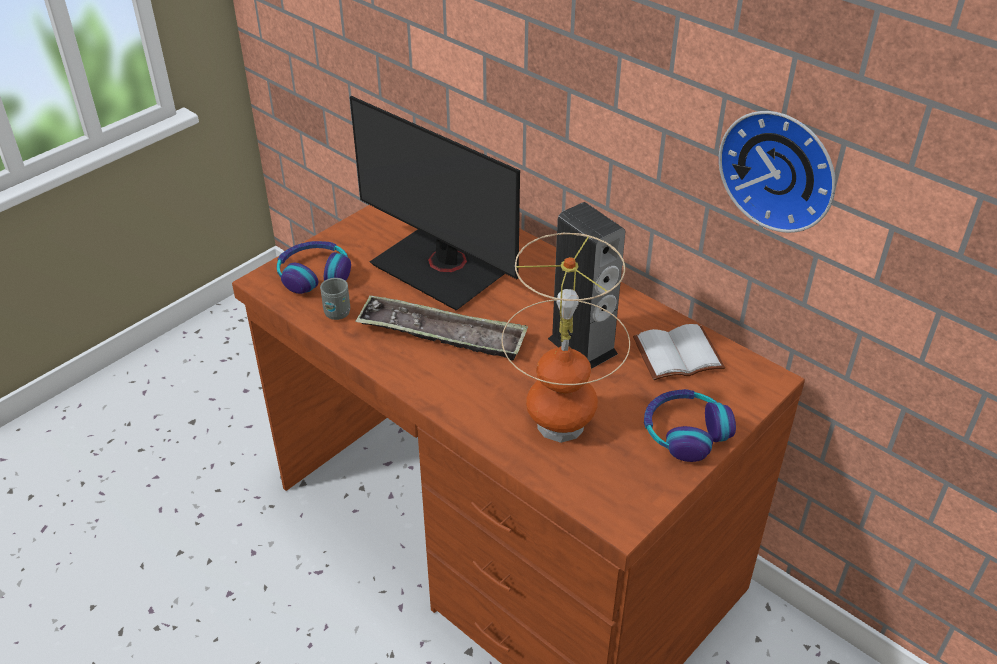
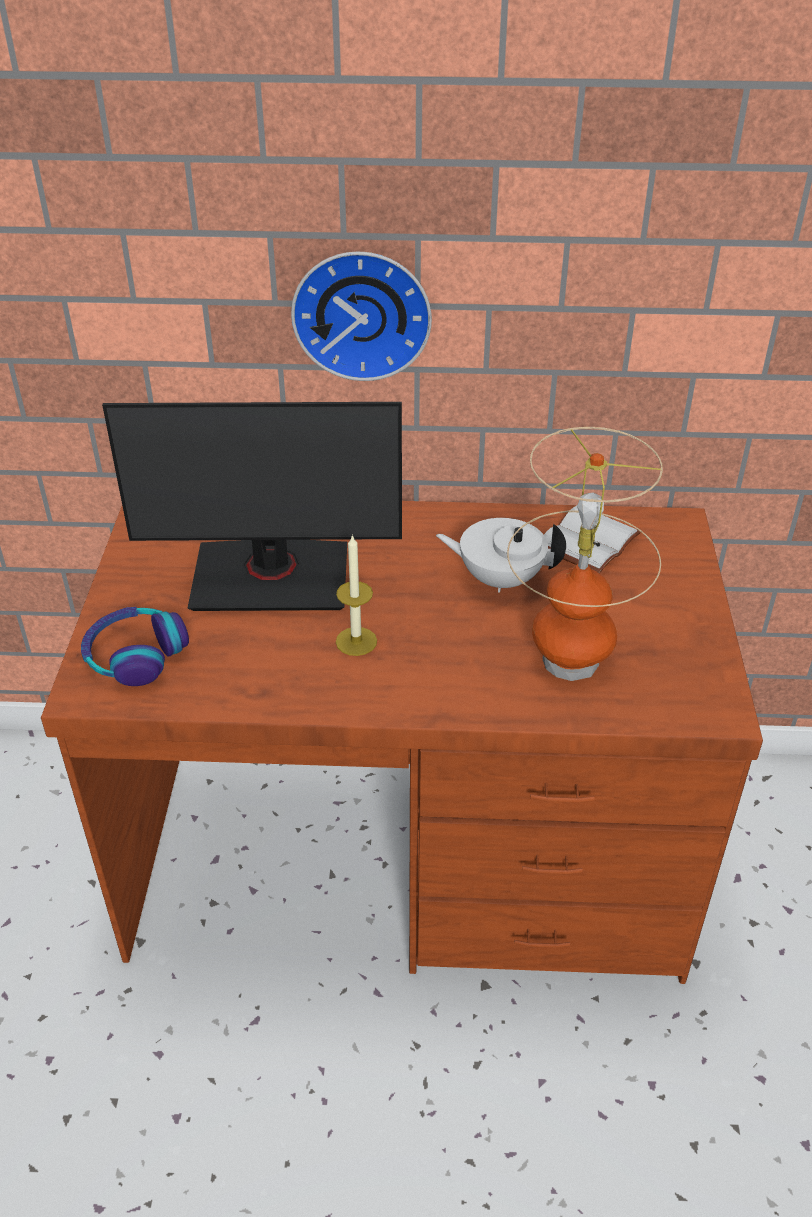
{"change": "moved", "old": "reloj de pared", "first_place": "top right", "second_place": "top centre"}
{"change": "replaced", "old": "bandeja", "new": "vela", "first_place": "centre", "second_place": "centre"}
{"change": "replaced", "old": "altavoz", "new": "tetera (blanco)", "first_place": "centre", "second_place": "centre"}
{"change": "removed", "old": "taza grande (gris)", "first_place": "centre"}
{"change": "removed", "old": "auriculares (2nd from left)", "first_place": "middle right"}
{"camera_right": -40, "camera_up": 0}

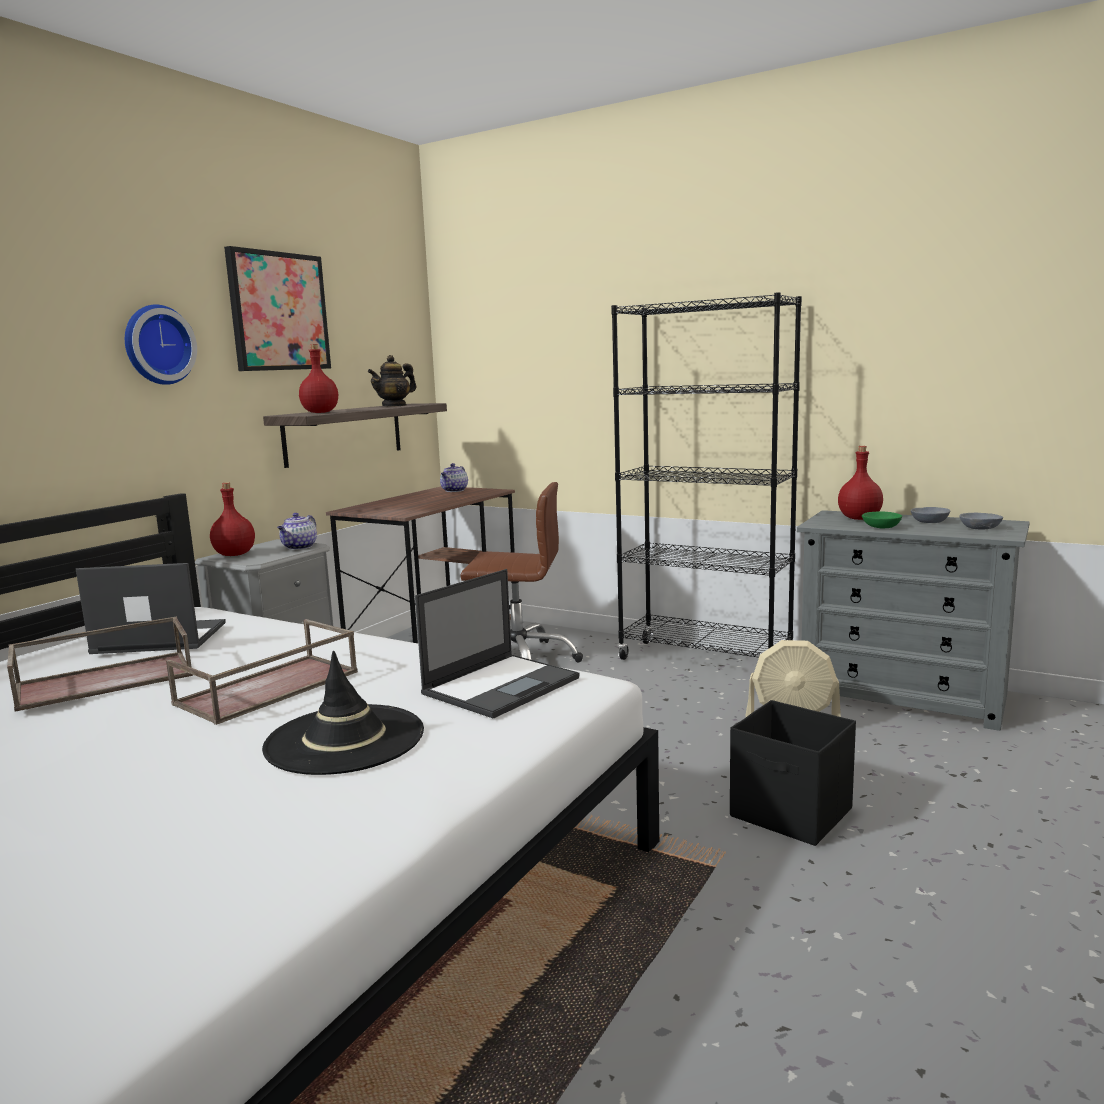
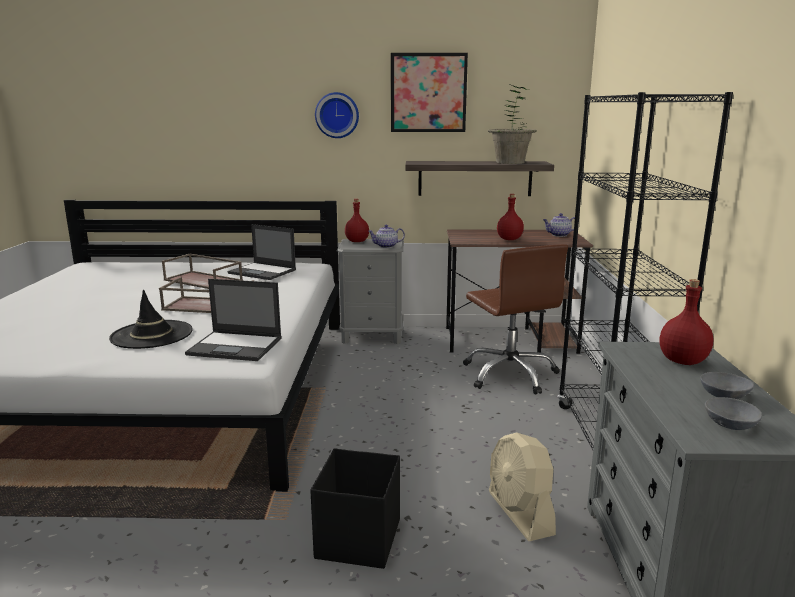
{"change": "turned", "old": "portátil (1st from left in the first image)", "first_place": "middle left", "second_place": "middle left", "degrees": 150}
{"change": "replaced", "old": "tetera (2nd from left)", "new": "planta en maceta", "first_place": "centre", "second_place": "top centre"}
{"change": "moved", "old": "botella (rojo) (2nd from left)", "first_place": "middle left", "second_place": "centre"}
{"change": "removed", "old": "cuenco (verde)", "first_place": "middle right"}
{"camera_right": 60, "camera_up": 5}

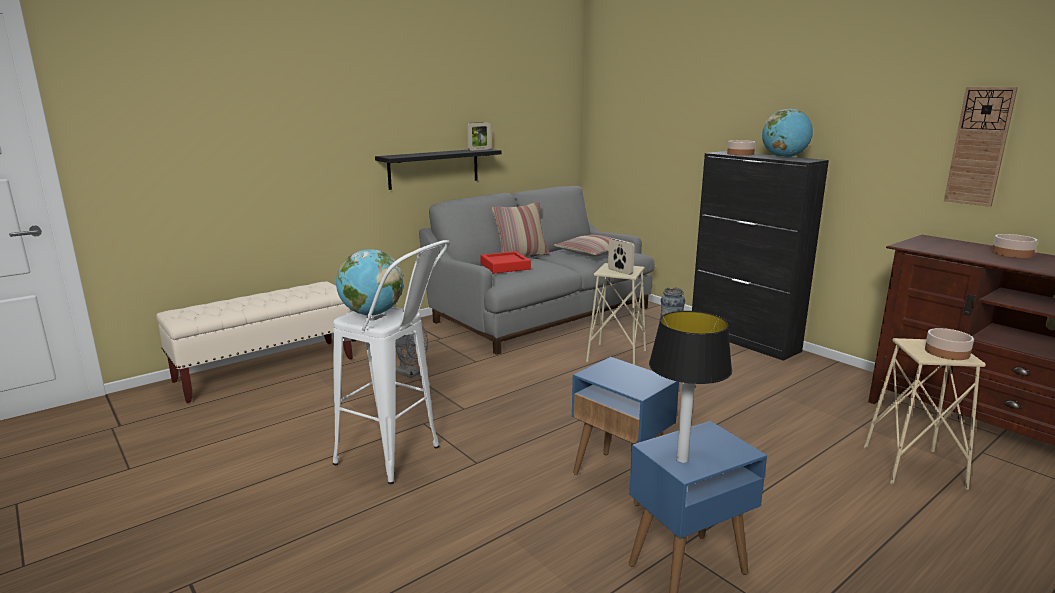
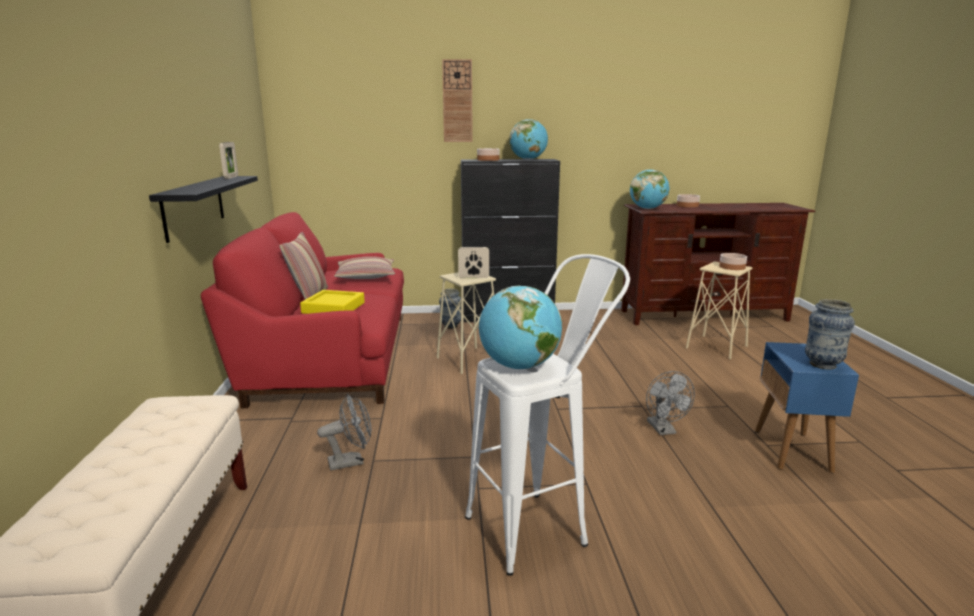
{"change": "recoloured", "old": "sofá (gris)", "new": "sofá (rojo)", "first_place": "centre", "second_place": "middle left"}
{"change": "recoloured", "old": "bandeja (rojo)", "new": "bandeja (amarillo)", "first_place": "centre", "second_place": "centre"}
{"change": "moved", "old": "reloj de pared", "first_place": "top right", "second_place": "top centre"}
{"change": "added", "new": "globo terráqueo (3rd from left)", "second_place": "top centre"}
{"change": "replaced", "old": "mesa auxiliar (azul) (1st from left)", "new": "ventilador (gris) (2nd from left)", "first_place": "bottom centre", "second_place": "middle right"}
{"change": "replaced", "old": "lámpara de mesa", "new": "florero (2nd from left)", "first_place": "centre", "second_place": "middle right"}
{"camera_right": -55, "camera_up": 0}

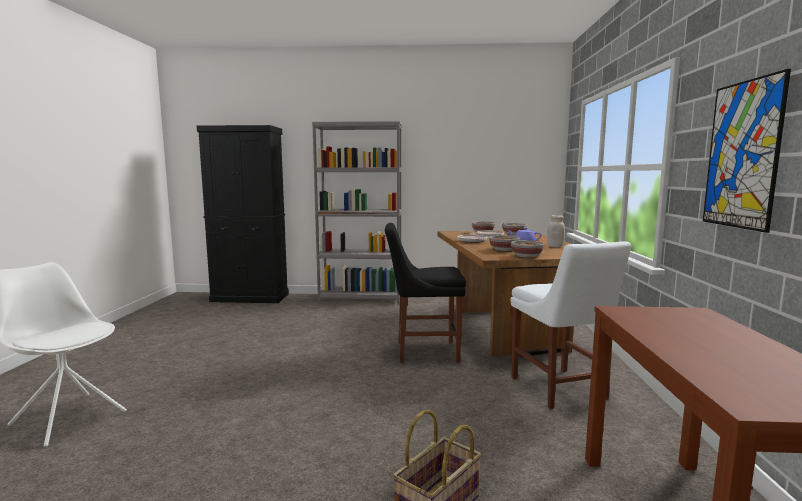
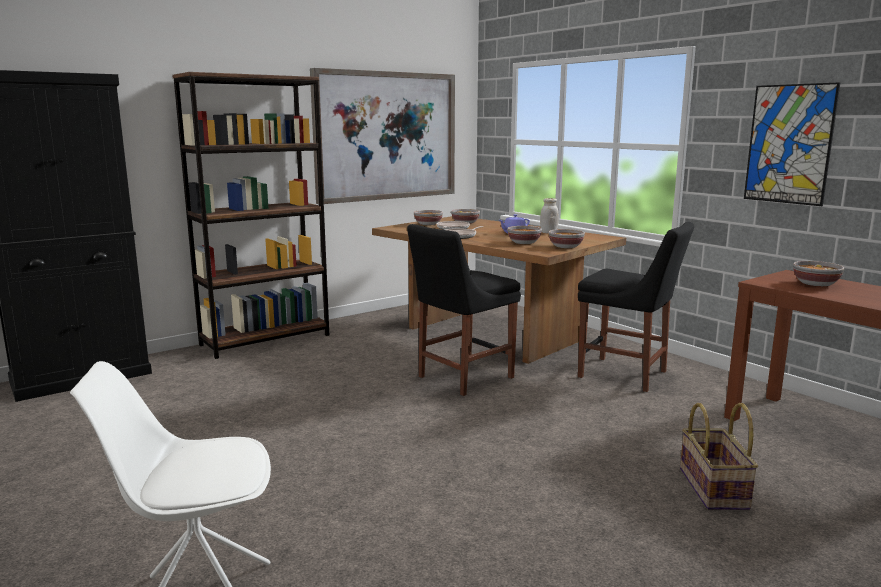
{"change": "recoloured", "old": "estantería (gris)", "new": "estantería (marrón)", "first_place": "centre", "second_place": "middle left"}
{"change": "added", "new": "cuadro (1st from left)", "second_place": "top centre"}
{"change": "recoloured", "old": "silla (blanco) (2nd from left)", "new": "silla (negro) (2nd from left)", "first_place": "middle right", "second_place": "middle right"}
{"change": "added", "new": "cuenco (5th from left)", "second_place": "middle right"}
{"camera_right": -40, "camera_up": 5}

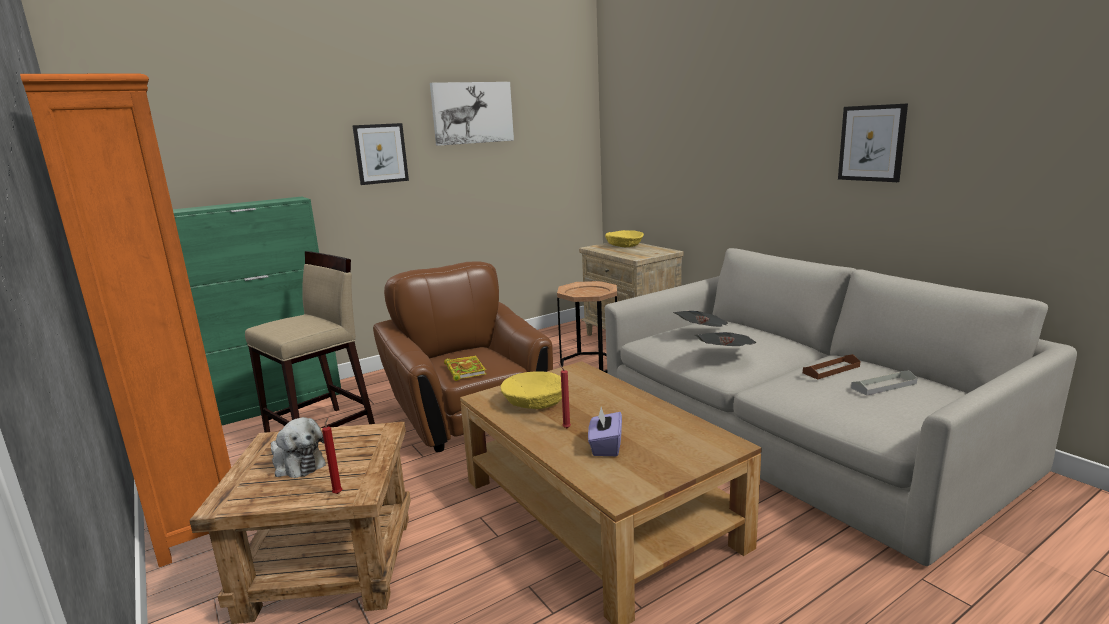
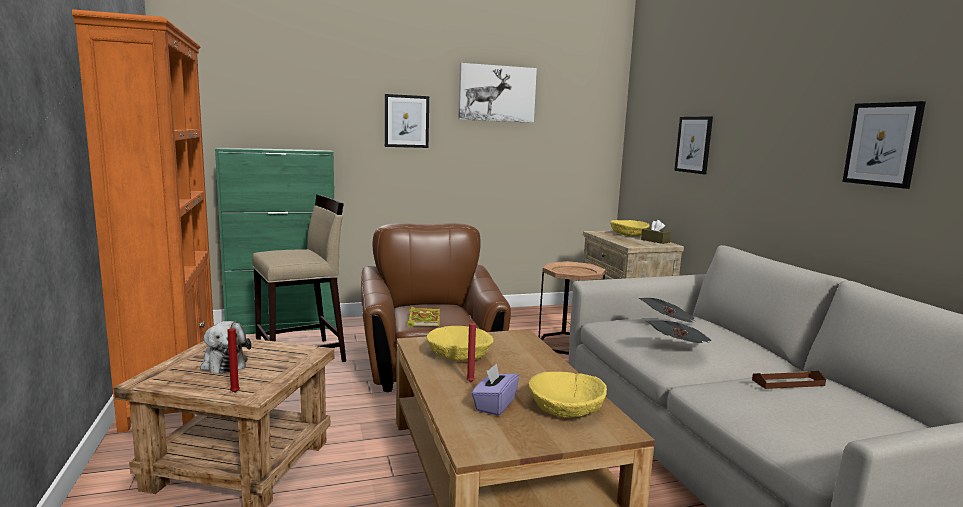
{"change": "added", "new": "cuenco (amarillo) (2nd from left)", "second_place": "bottom centre"}
{"change": "added", "new": "caja de pañuelos (marrón)", "second_place": "middle right"}
{"change": "added", "new": "cuadro (3rd from left)", "second_place": "top right"}
{"change": "removed", "old": "bandeja (gris)", "first_place": "middle right"}
{"camera_right": 15, "camera_up": -5}

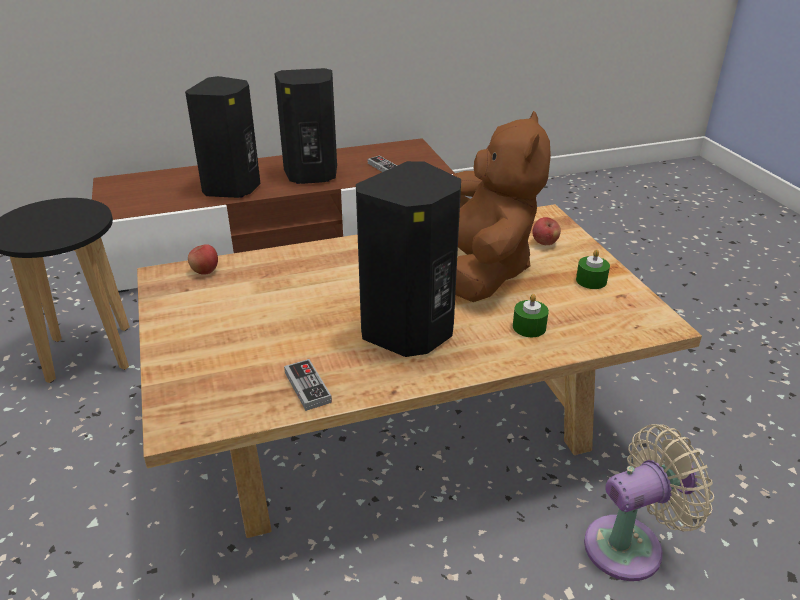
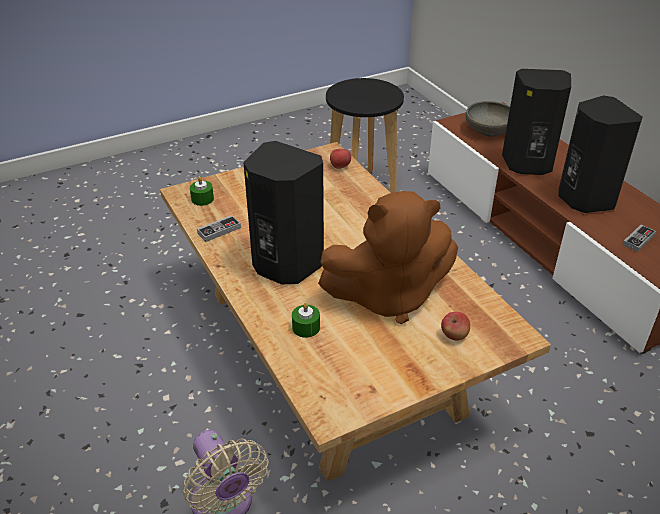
{"change": "moved", "old": "vela (verde) (2nd from left in the first image)", "new": "vela (verde) (1st from left)", "first_place": "middle right", "second_place": "middle left"}
{"change": "added", "new": "cuenco (gris)", "second_place": "top right"}
{"camera_right": 80, "camera_up": 5}

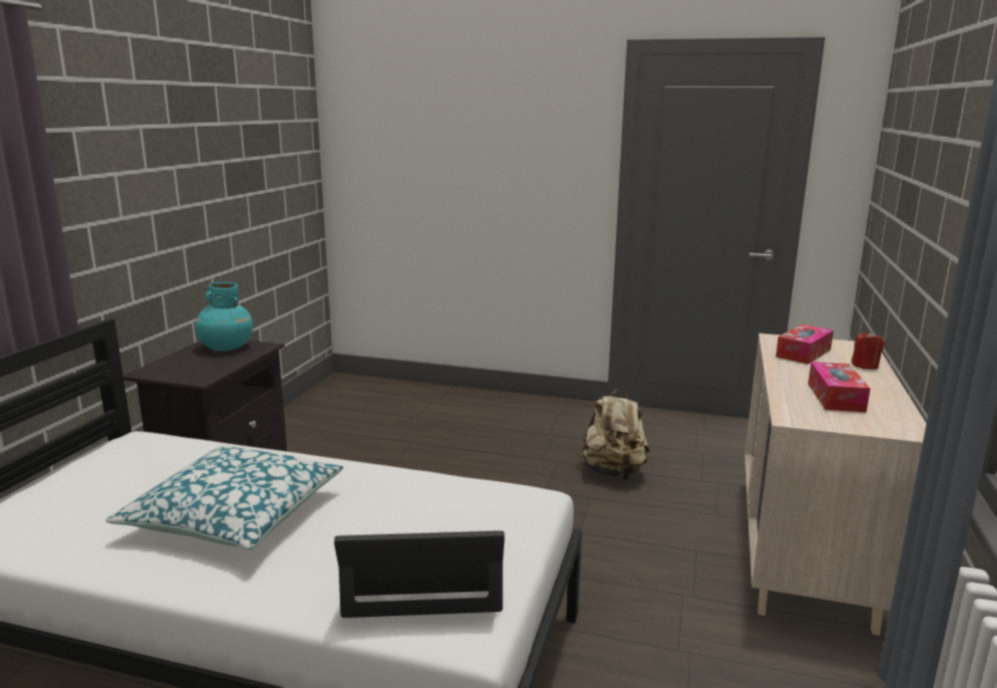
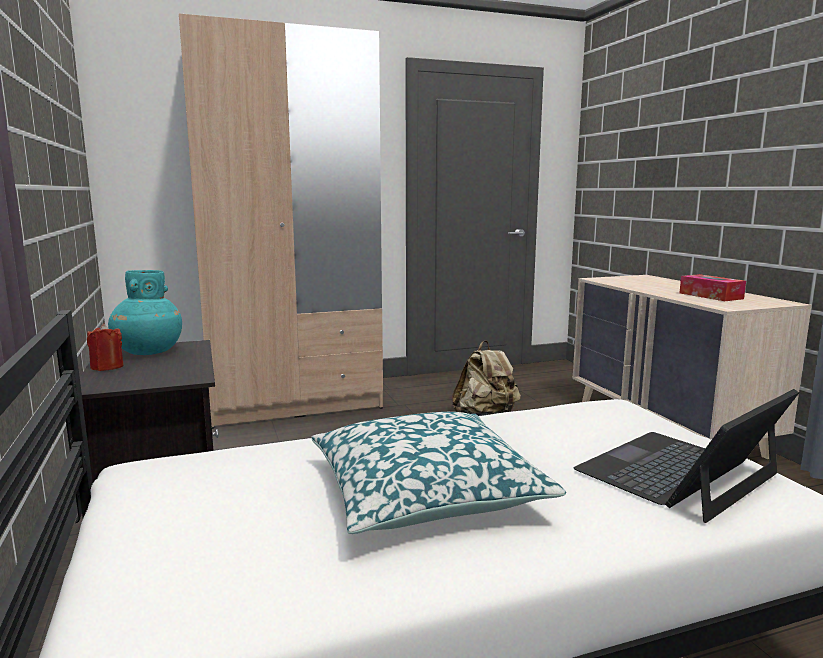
{"change": "moved", "old": "vela (rojo)", "first_place": "middle right", "second_place": "middle left"}
{"change": "added", "new": "armario ropero (beis)", "second_place": "centre"}
{"change": "removed", "old": "caja de pañuelos (1st from left)", "first_place": "middle right"}
{"camera_right": -35, "camera_up": -5}

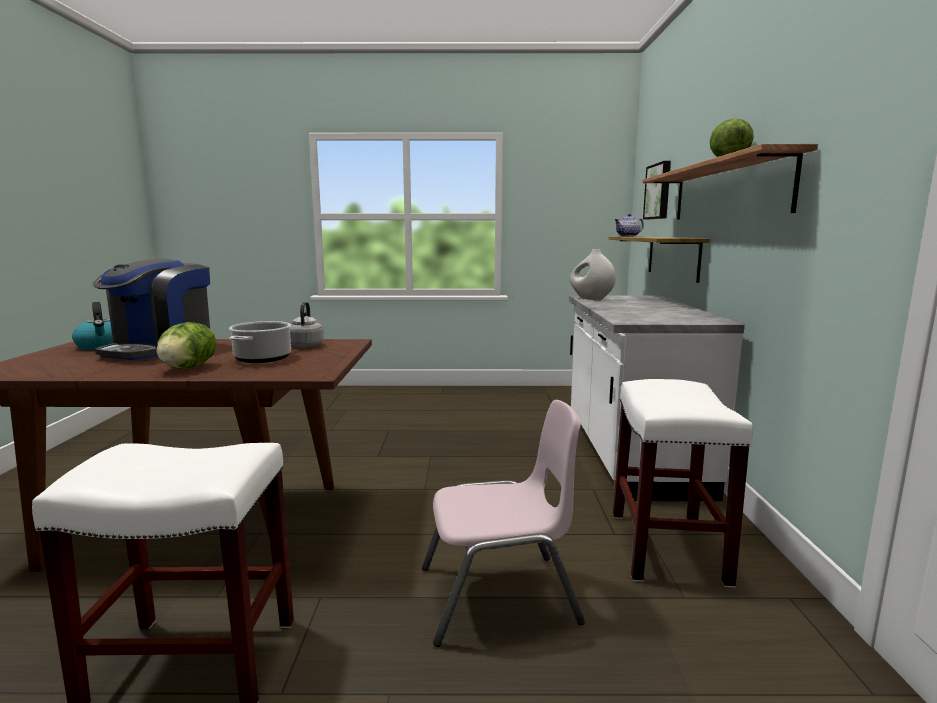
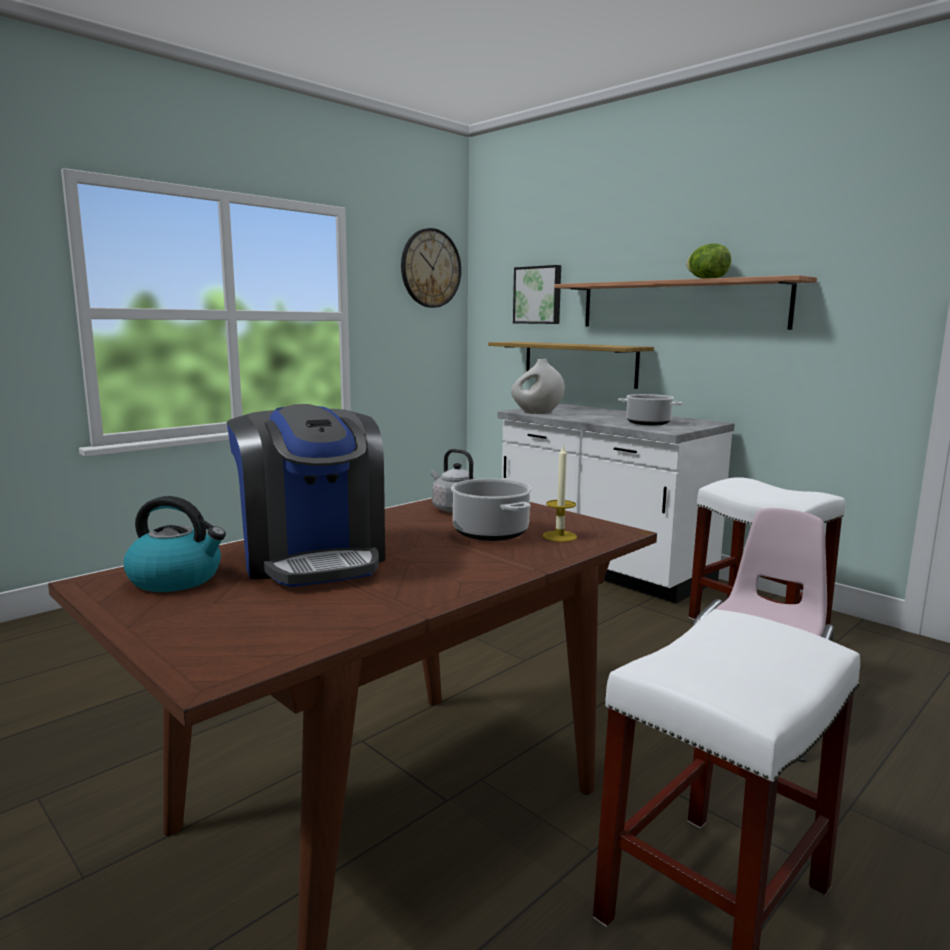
{"change": "added", "new": "reloj de pared", "second_place": "top centre"}
{"change": "added", "new": "vela", "second_place": "centre"}
{"change": "added", "new": "olla (2nd from left)", "second_place": "middle right"}
{"change": "removed", "old": "lechuga (1st from left)", "first_place": "middle left"}
{"change": "removed", "old": "tetera", "first_place": "top right"}
{"camera_right": -45, "camera_up": 0}

